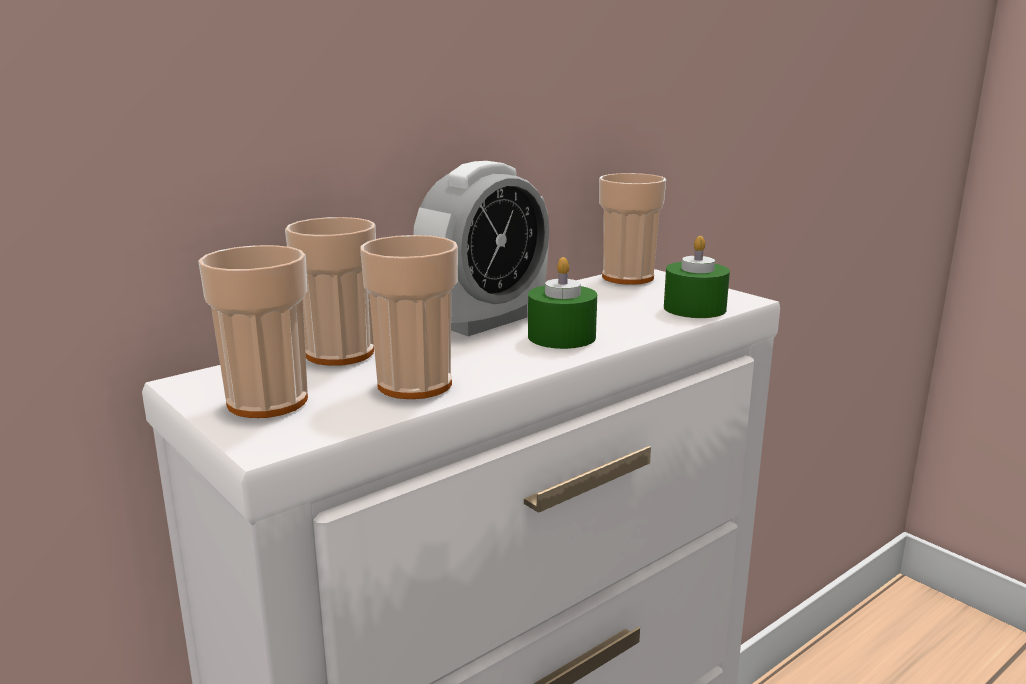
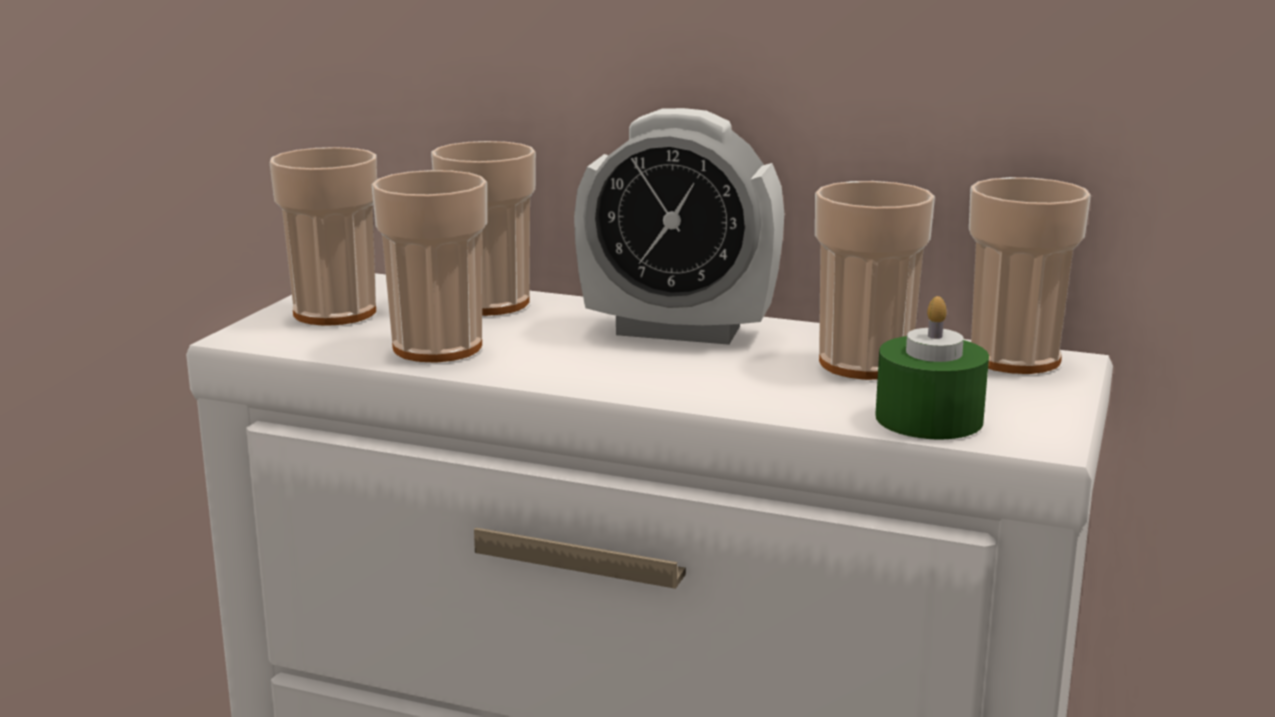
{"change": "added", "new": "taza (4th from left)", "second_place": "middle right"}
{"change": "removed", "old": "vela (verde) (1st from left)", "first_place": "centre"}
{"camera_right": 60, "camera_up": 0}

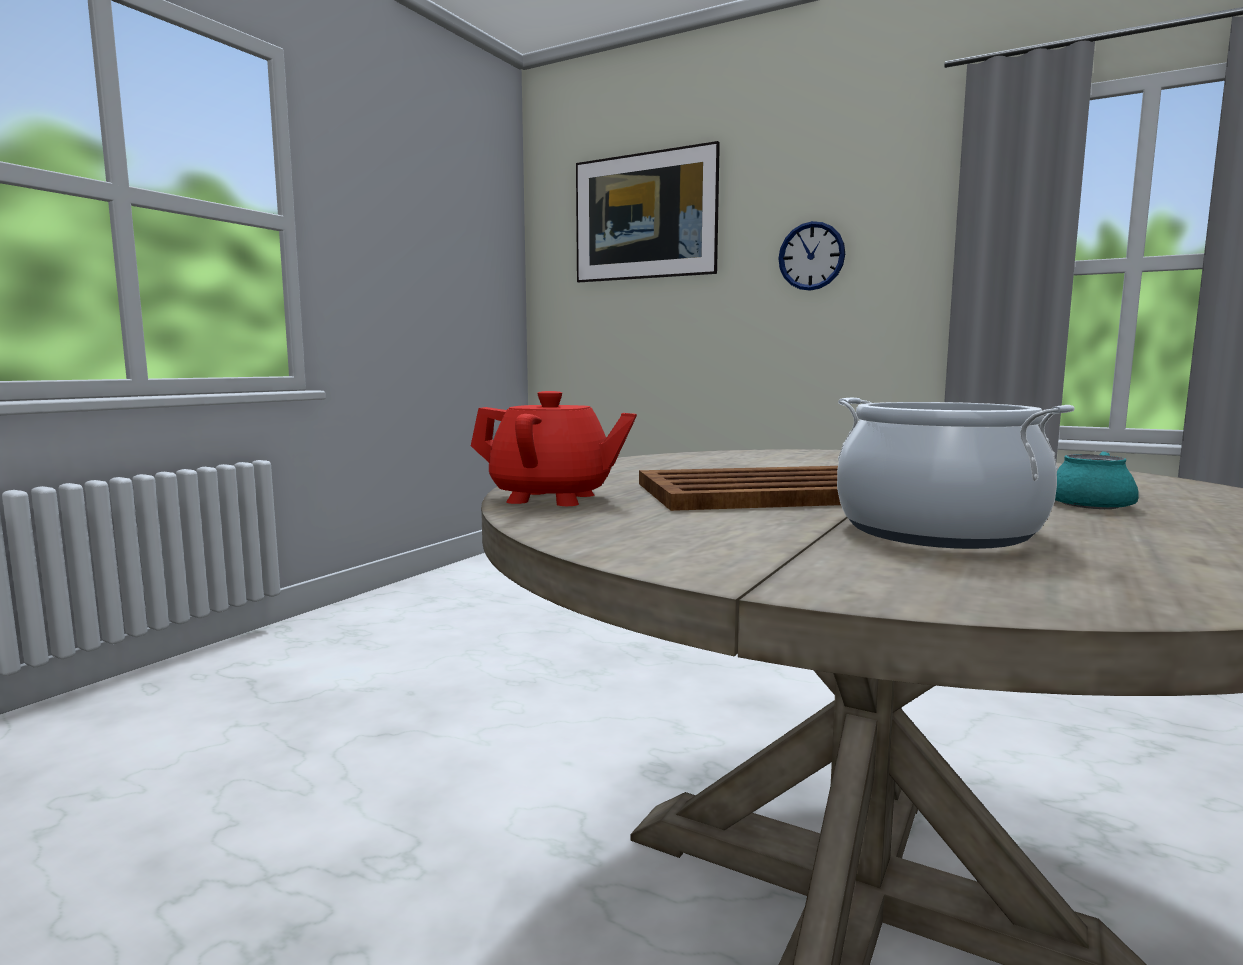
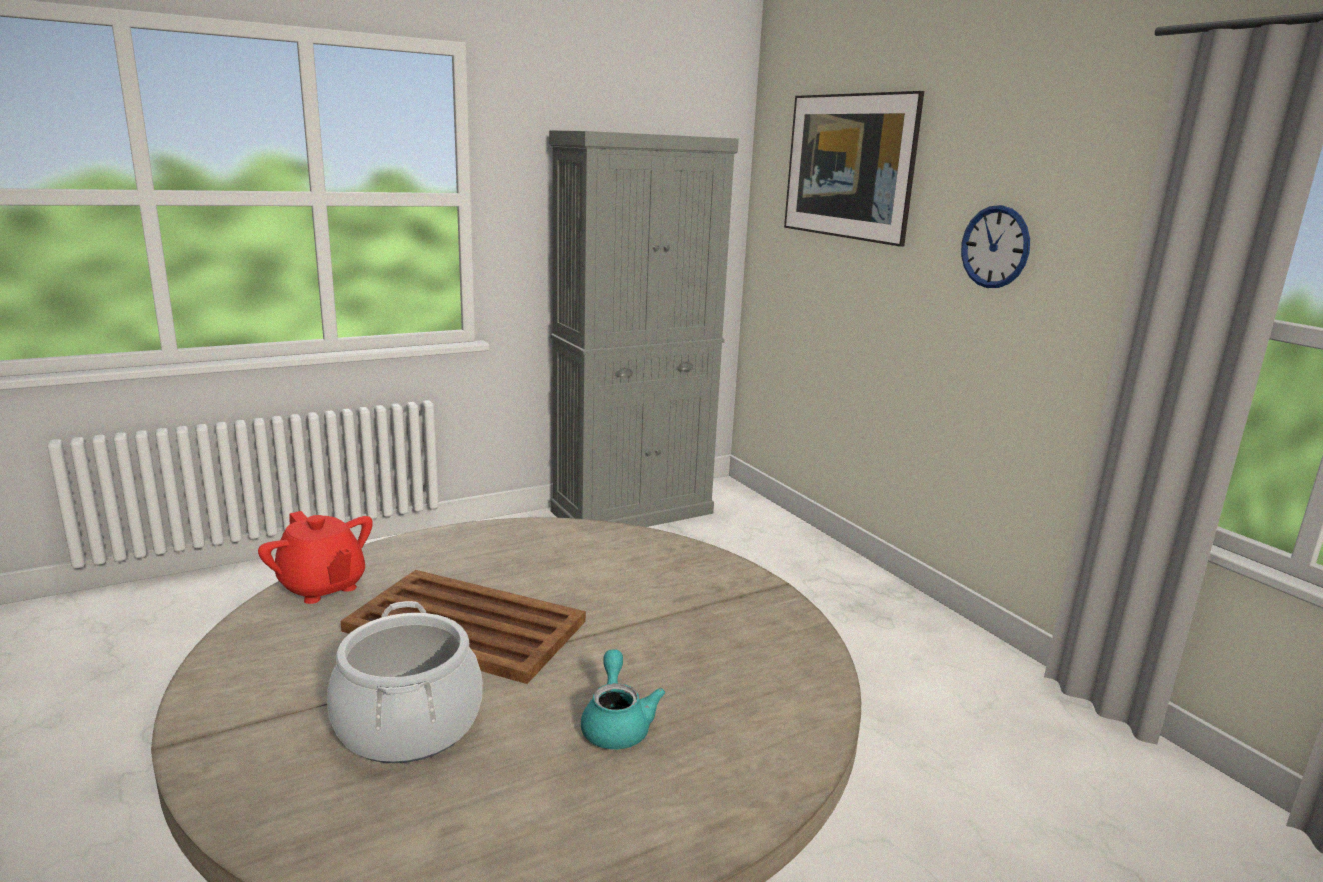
{"change": "added", "new": "armario (gris)", "second_place": "centre"}
{"camera_right": 30, "camera_up": 10}

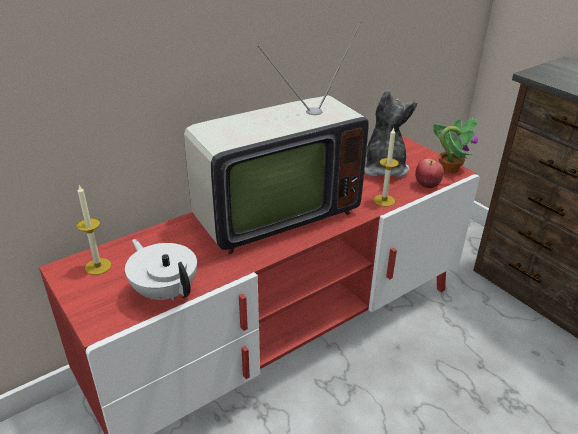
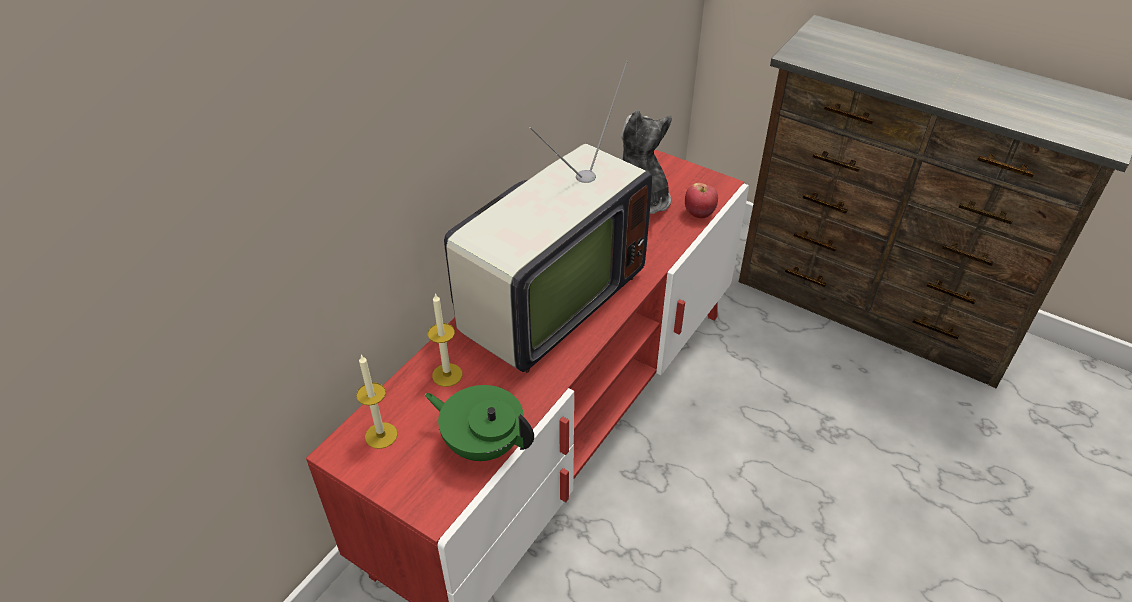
{"change": "recoloured", "old": "tetera (blanco)", "new": "tetera (verde)", "first_place": "middle left", "second_place": "bottom centre"}
{"change": "moved", "old": "vela (2nd from left)", "first_place": "middle right", "second_place": "centre"}
{"change": "removed", "old": "planta en maceta", "first_place": "middle right"}
{"camera_right": -20, "camera_up": 10}

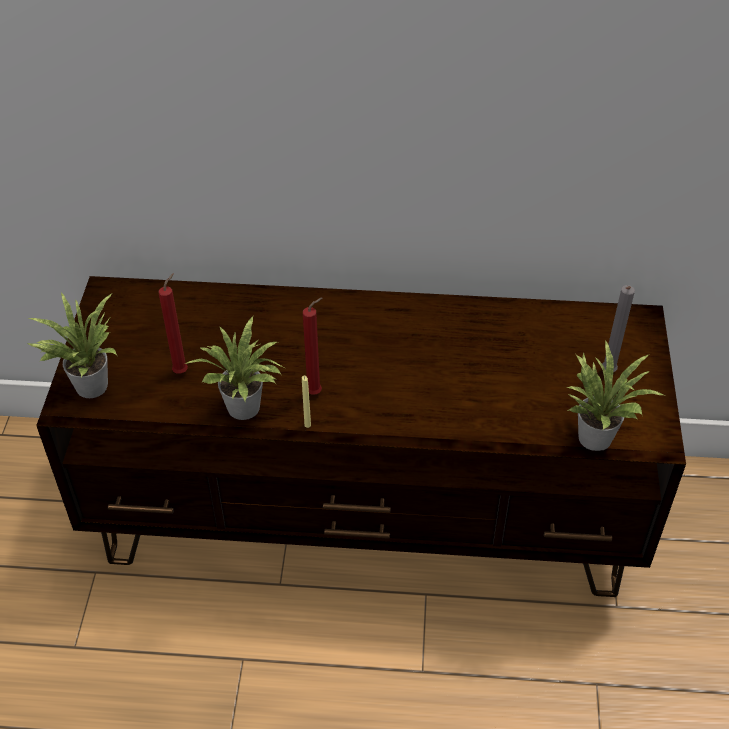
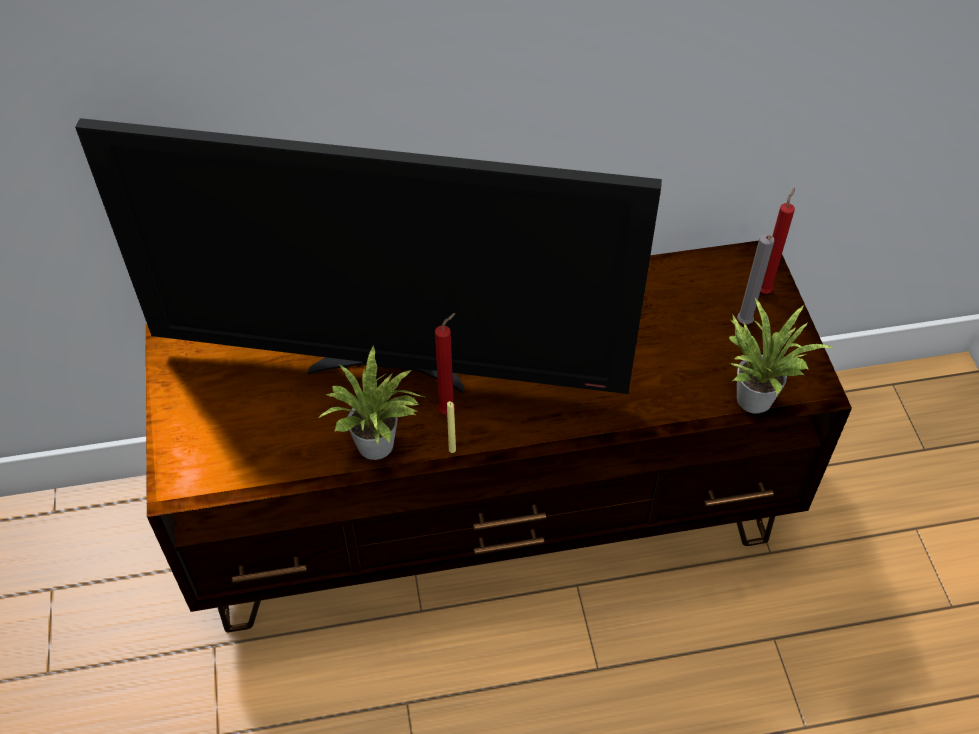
{"change": "added", "new": "televisor", "second_place": "centre"}
{"change": "moved", "old": "vela (rojo) (1st from left in the first image)", "new": "vela (rojo) (2nd from left)", "first_place": "middle left", "second_place": "top right"}
{"change": "removed", "old": "planta en maceta (1st from left)", "first_place": "middle left"}
{"camera_right": -15, "camera_up": 5}

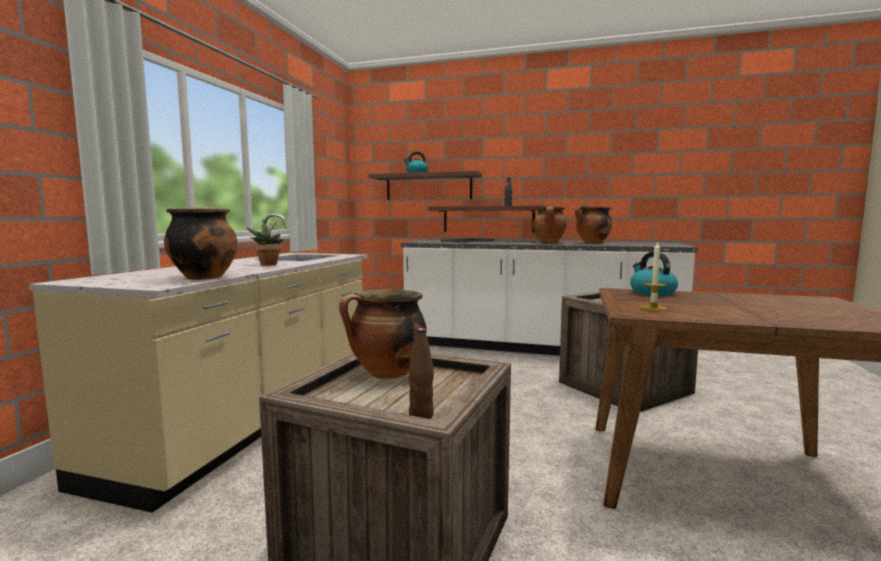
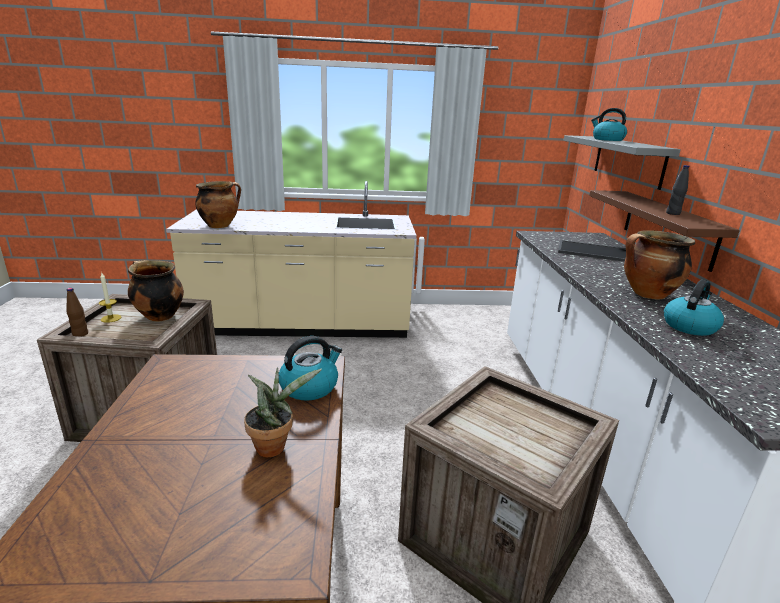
{"change": "moved", "old": "vela", "first_place": "middle right", "second_place": "middle left"}
{"change": "moved", "old": "planta en maceta", "first_place": "middle left", "second_place": "bottom centre"}
{"change": "recoloured", "old": "estante (marrón) (1st from left)", "new": "estante (gris)", "first_place": "top centre", "second_place": "top right"}
{"change": "replaced", "old": "olla (4th from left)", "new": "hervidor (3rd from left)", "first_place": "middle right", "second_place": "middle right"}
{"camera_right": 70, "camera_up": 15}

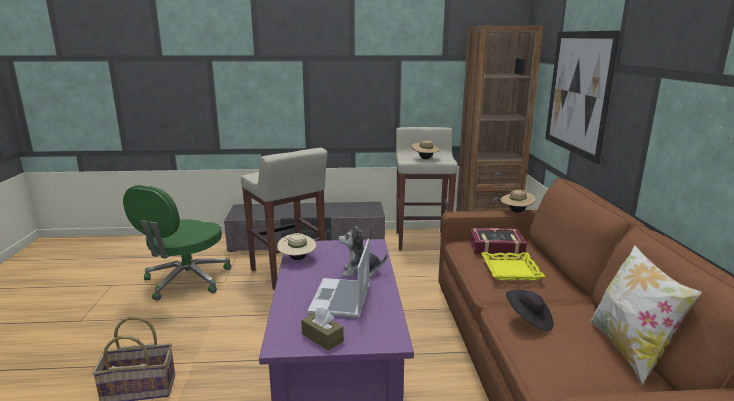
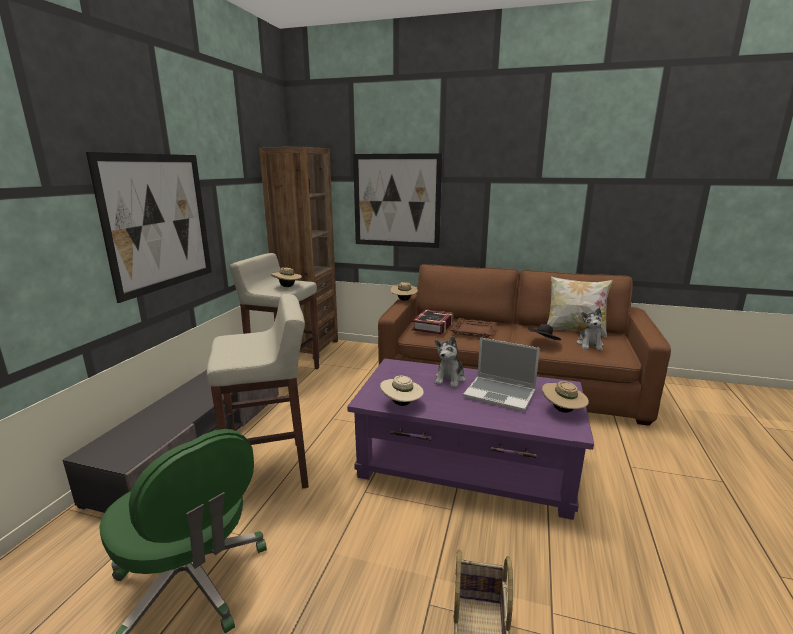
{"change": "added", "new": "cuadro (1st from left)", "second_place": "middle left"}
{"change": "recoloured", "old": "bandeja (amarillo)", "new": "bandeja (marrón)", "first_place": "middle right", "second_place": "centre"}
{"change": "replaced", "old": "caja de pañuelos (marrón)", "new": "sombrero (beis) (4th from left)", "first_place": "bottom centre", "second_place": "middle right"}
{"change": "added", "new": "peluche (2nd from left)", "second_place": "middle right"}
{"camera_right": -70, "camera_up": 0}

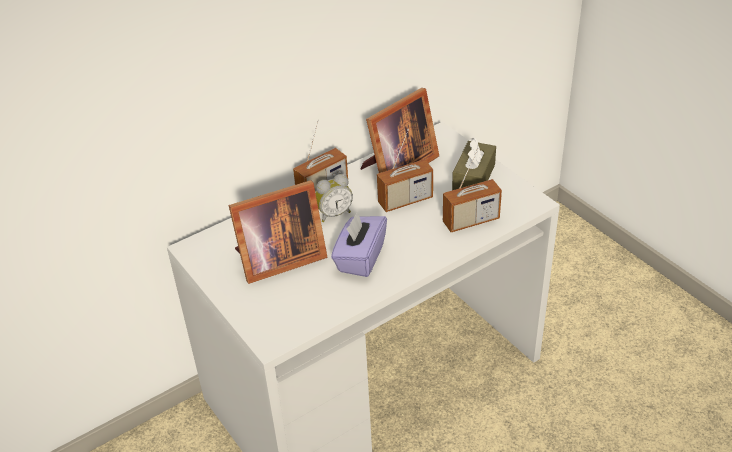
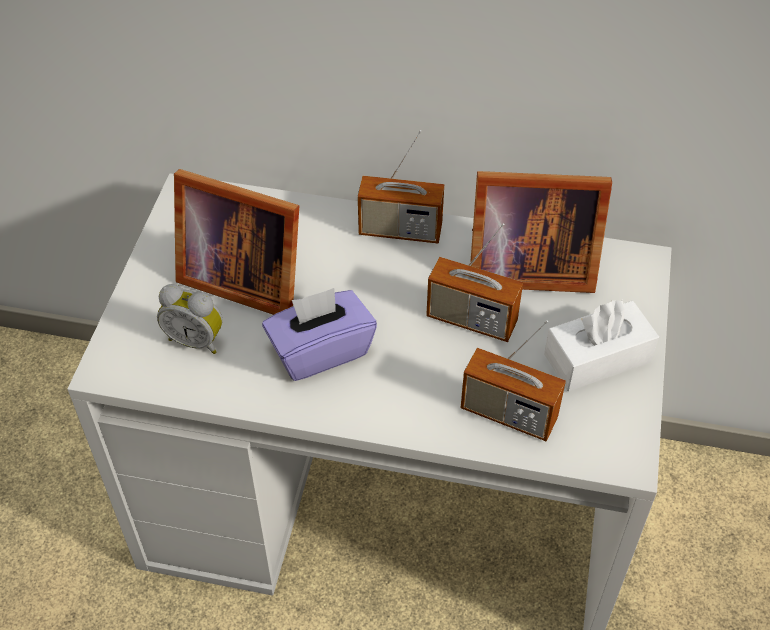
{"change": "moved", "old": "despertador", "first_place": "centre", "second_place": "middle left"}
{"change": "recoloured", "old": "caja de pañuelos (marrón)", "new": "caja de pañuelos (blanco)", "first_place": "centre", "second_place": "middle right"}
{"camera_right": 45, "camera_up": 10}

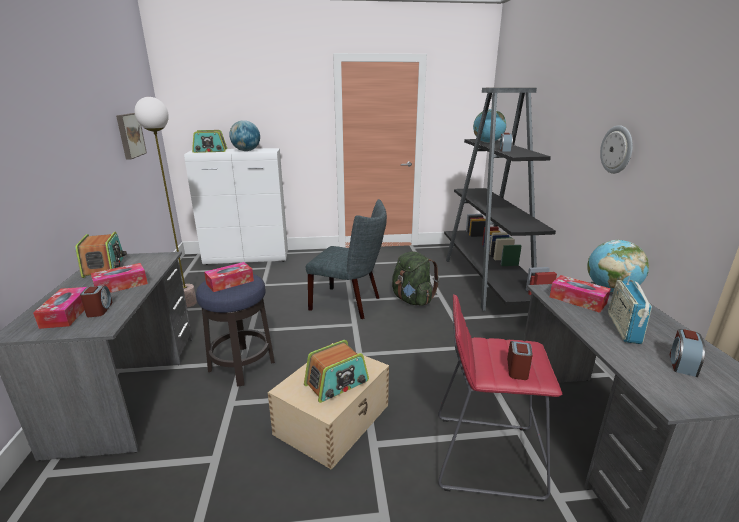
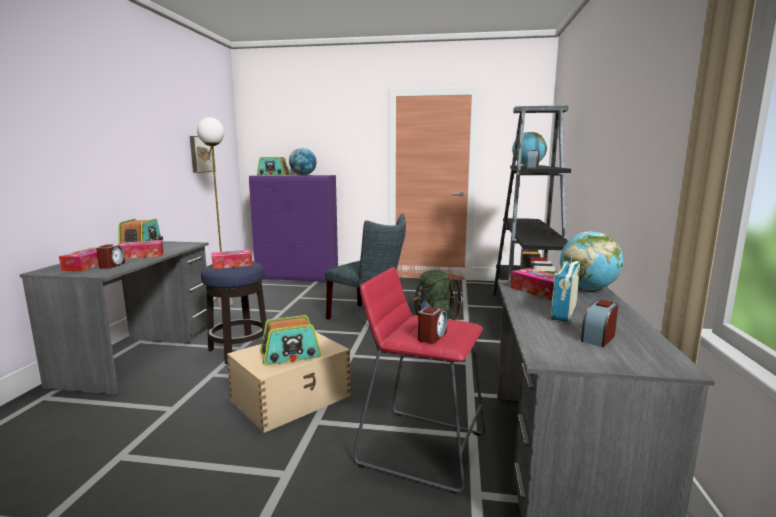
{"change": "recoloured", "old": "armario (blanco)", "new": "armario (morado)", "first_place": "middle left", "second_place": "centre"}
{"change": "removed", "old": "reloj de pared", "first_place": "top right"}
{"camera_right": 15, "camera_up": -10}

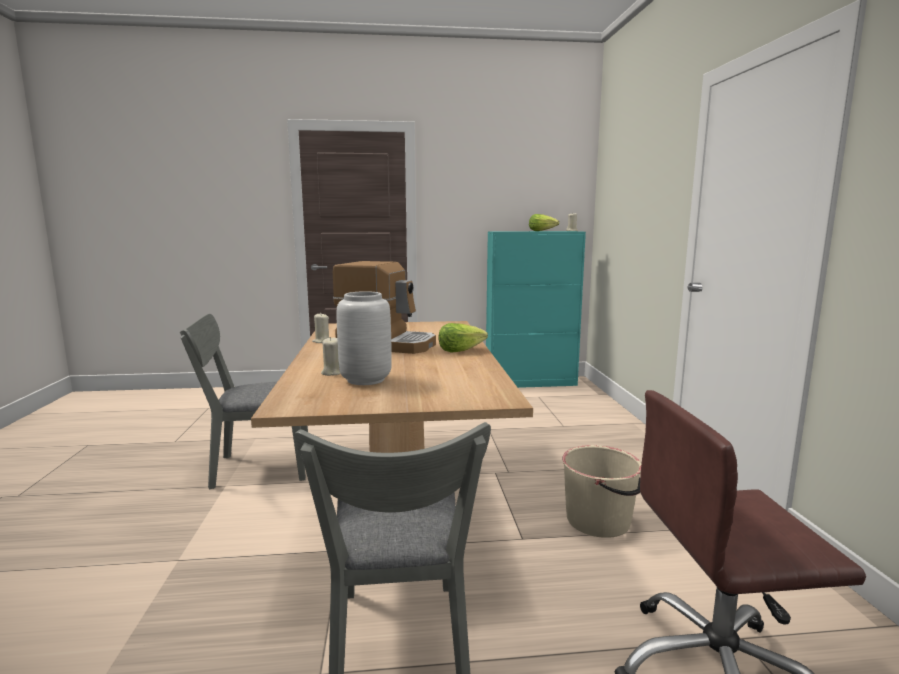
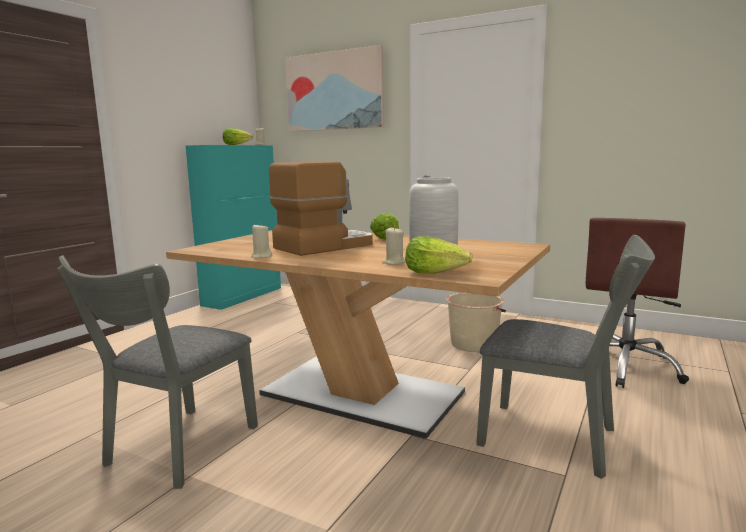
{"change": "added", "new": "cuadro", "second_place": "top centre"}
{"change": "added", "new": "lechuga (3rd from left)", "second_place": "centre"}
{"camera_right": -55, "camera_up": 0}

